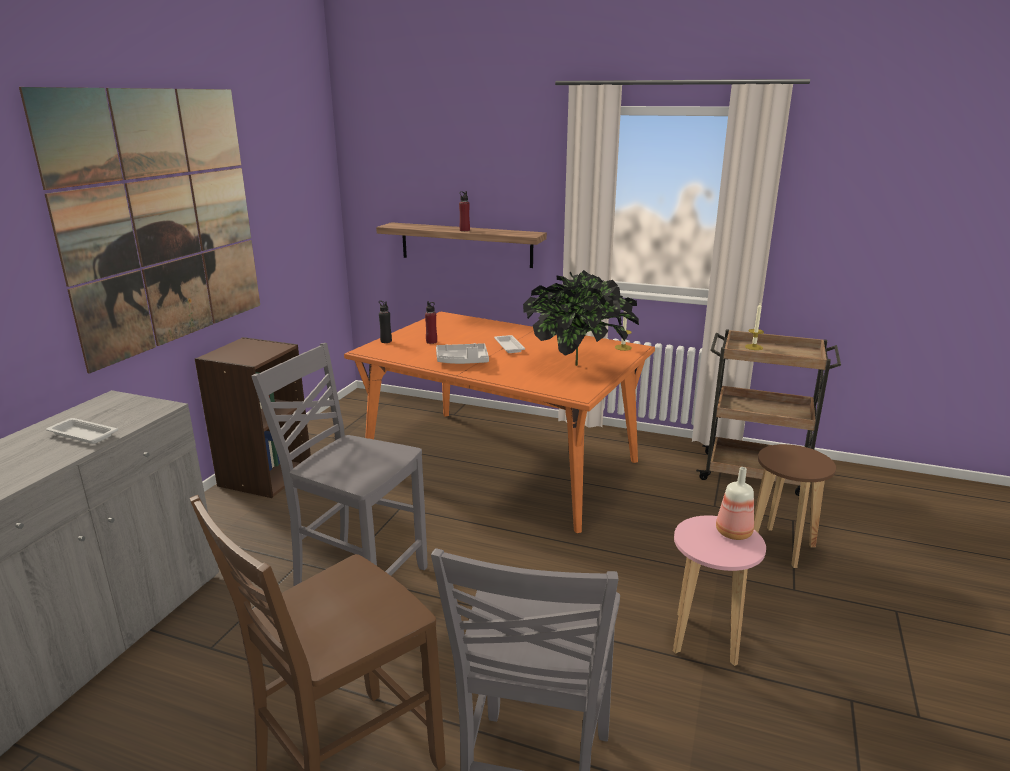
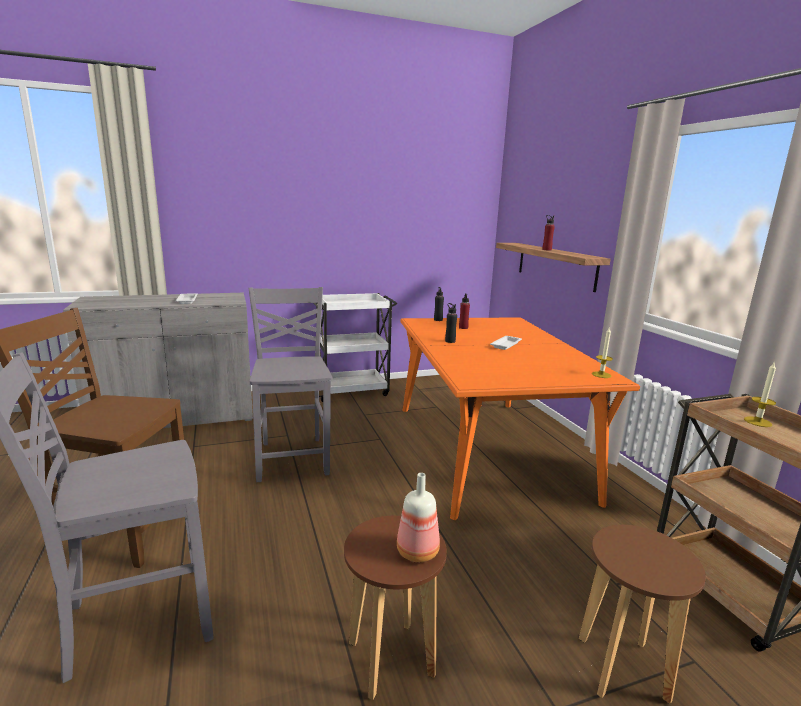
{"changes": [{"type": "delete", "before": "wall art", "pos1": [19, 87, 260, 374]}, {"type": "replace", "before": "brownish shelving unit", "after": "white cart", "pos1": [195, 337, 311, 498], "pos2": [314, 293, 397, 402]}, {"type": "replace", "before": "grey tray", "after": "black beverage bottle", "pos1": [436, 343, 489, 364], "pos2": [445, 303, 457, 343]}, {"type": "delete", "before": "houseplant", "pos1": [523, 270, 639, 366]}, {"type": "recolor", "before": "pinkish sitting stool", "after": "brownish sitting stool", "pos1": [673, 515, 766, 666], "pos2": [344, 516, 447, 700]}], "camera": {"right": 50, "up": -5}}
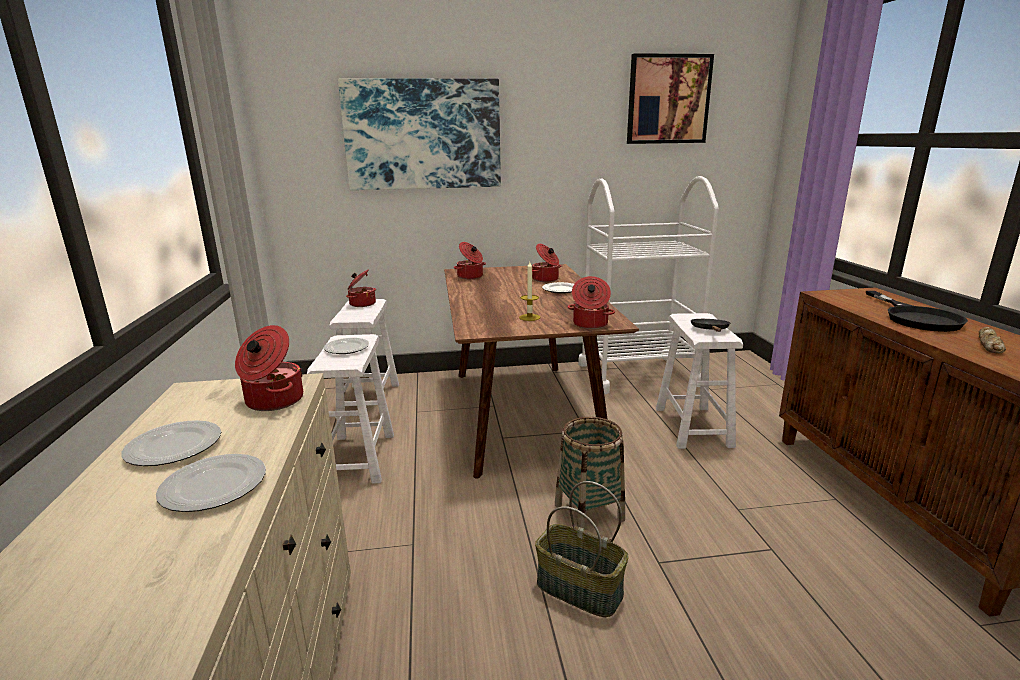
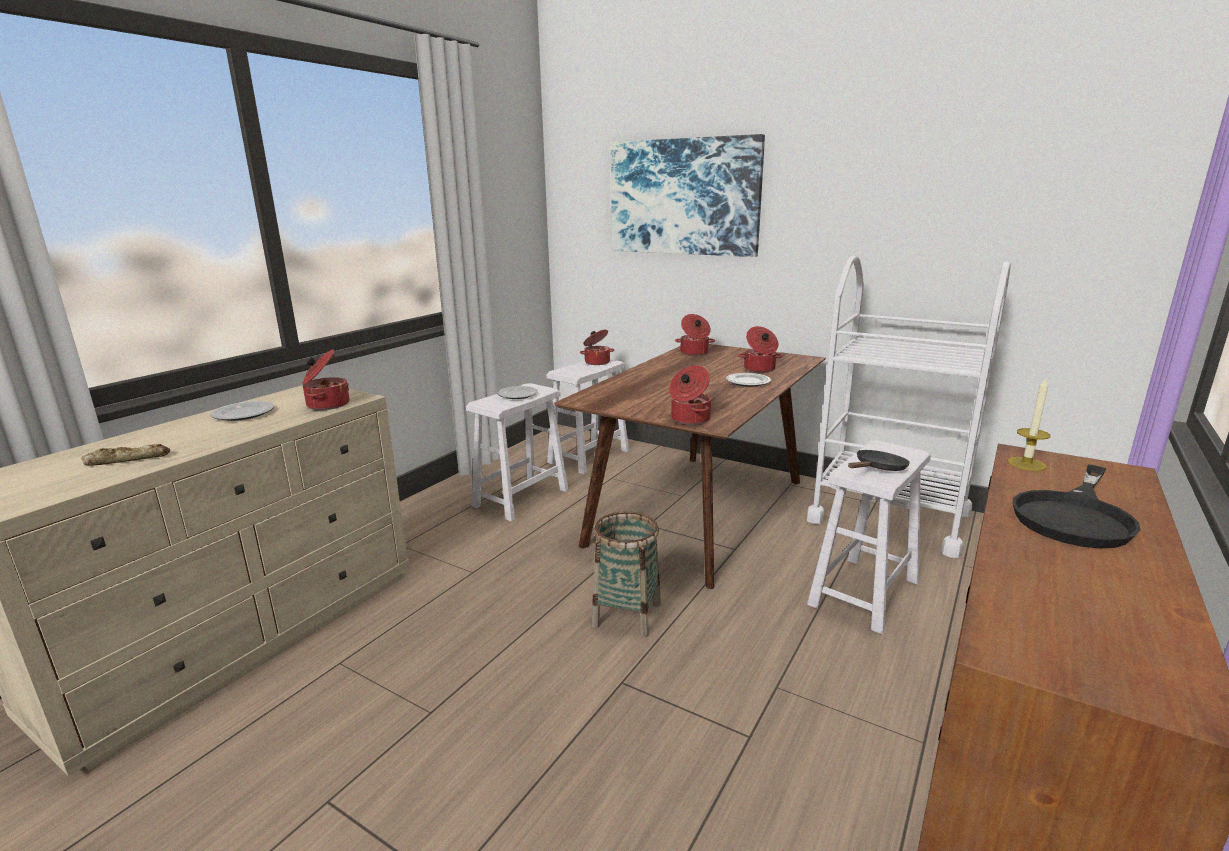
{"changes": [{"type": "delete", "before": "dinner plate", "pos1": [156, 454, 266, 512]}, {"type": "move", "before": "candle", "pos1": [519, 262, 541, 321], "pos2": [1008, 378, 1051, 471]}, {"type": "delete", "before": "storage basket", "pos1": [535, 481, 629, 617]}, {"type": "delete", "before": "wall art", "pos1": [627, 53, 714, 144]}, {"type": "move", "before": "bread", "pos1": [979, 327, 1006, 354], "pos2": [81, 444, 170, 466]}], "camera": {"right": 40, "up": 0}}
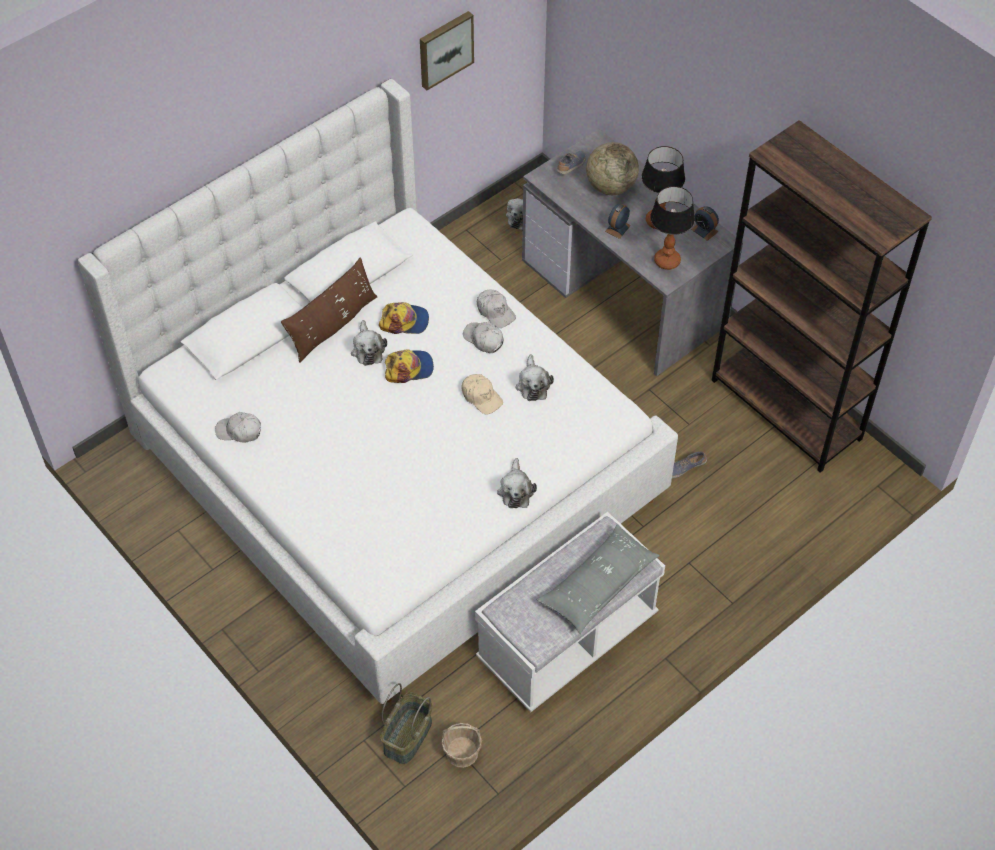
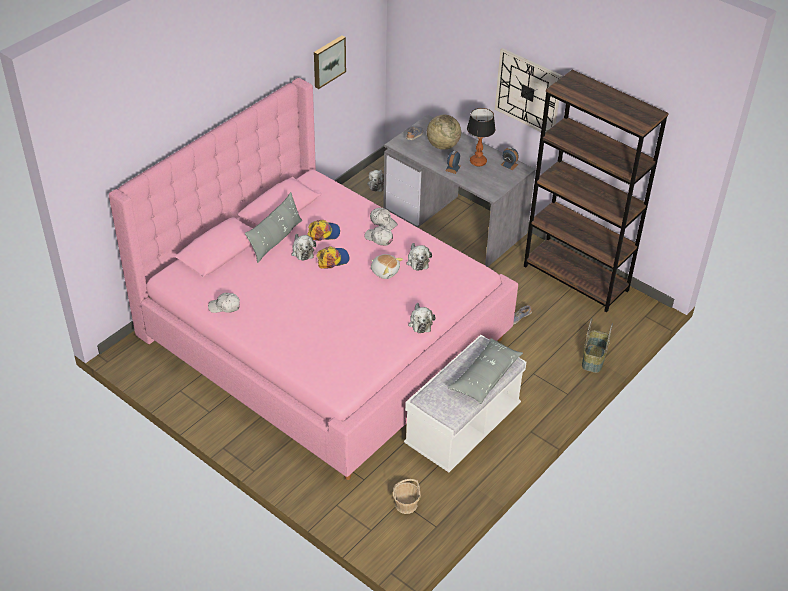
{"changes": [{"type": "recolor", "before": "white sleeping bed", "after": "pinkish sleeping bed", "pos1": [78, 79, 678, 704], "pos2": [109, 78, 518, 480]}, {"type": "recolor", "before": "brownish throw pillow", "after": "grey throw pillow", "pos1": [281, 257, 377, 363], "pos2": [245, 192, 302, 263]}, {"type": "move", "before": "storage basket", "pos1": [380, 683, 432, 764], "pos2": [582, 318, 613, 373]}, {"type": "replace", "before": "beige-coloured cap", "after": "cuddly toy", "pos1": [461, 374, 503, 415], "pos2": [371, 254, 403, 279]}, {"type": "delete", "before": "table lamp", "pos1": [650, 186, 695, 270]}, {"type": "insert", "after": "hanging clock", "pos2": [495, 48, 563, 132]}], "camera": {"right": -10, "up": -10}}
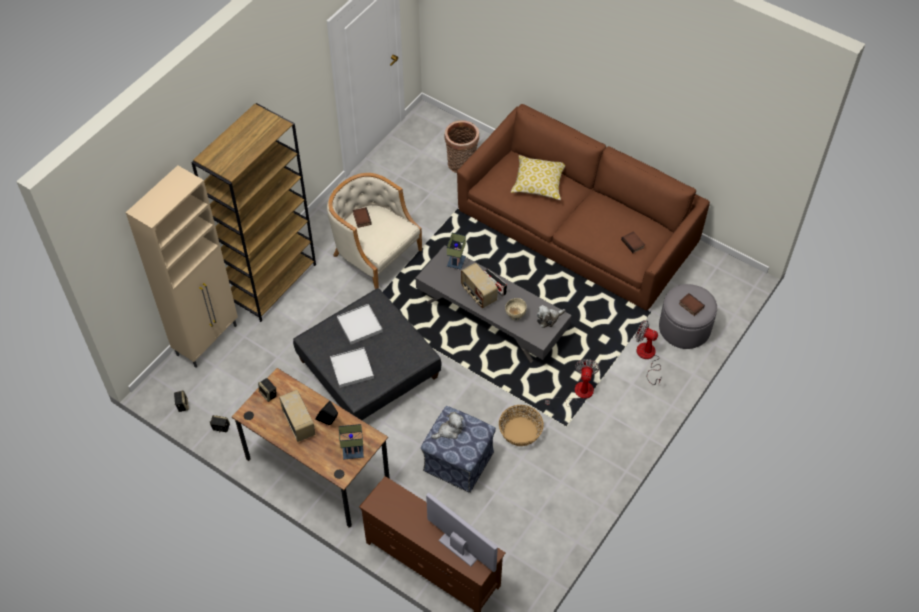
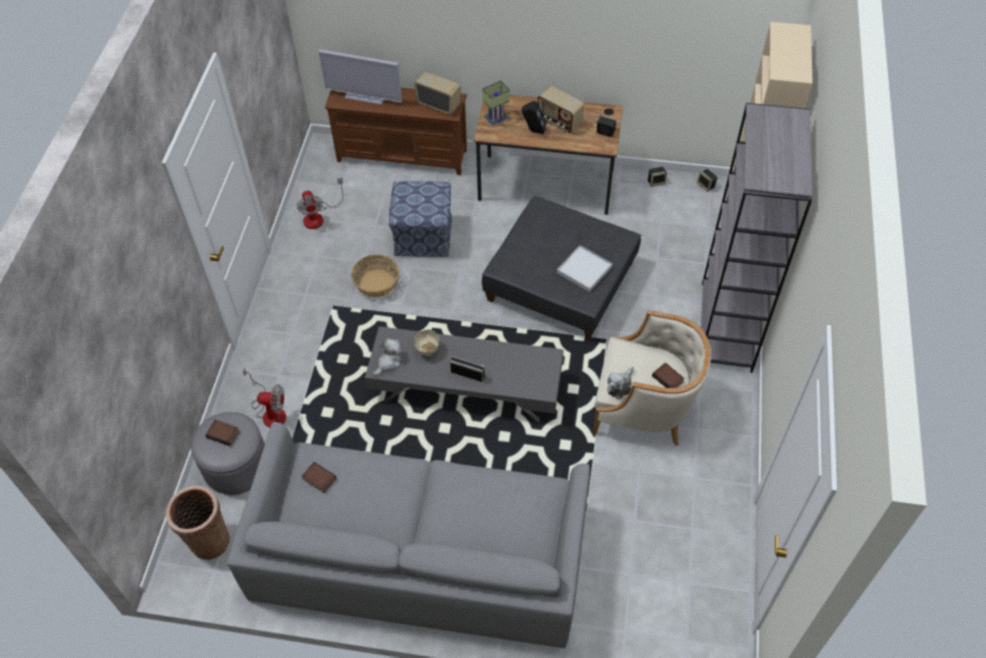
{"changes": [{"type": "recolor", "before": "brownish shelving unit", "after": "grey shelving unit", "pos1": [191, 103, 316, 322], "pos2": [701, 103, 812, 373]}, {"type": "delete", "before": "white tray", "pos1": [330, 347, 374, 388]}, {"type": "move", "before": "cuddly toy", "pos1": [431, 412, 464, 439], "pos2": [607, 367, 634, 399]}, {"type": "move", "before": "storage basket", "pos1": [444, 120, 479, 173], "pos2": [166, 485, 230, 560]}, {"type": "delete", "before": "table lamp", "pos1": [447, 233, 466, 270]}, {"type": "recolor", "before": "brownish settee", "after": "grey settee", "pos1": [457, 104, 710, 311], "pos2": [227, 422, 590, 648]}, {"type": "move", "before": "radio receiver", "pos1": [461, 263, 498, 308], "pos2": [414, 71, 461, 115]}, {"type": "delete", "before": "throw pillow", "pos1": [511, 155, 565, 200]}, {"type": "move", "before": "electric fan", "pos1": [545, 359, 600, 407], "pos2": [297, 178, 343, 229]}], "camera": {"right": 155, "up": 0}}
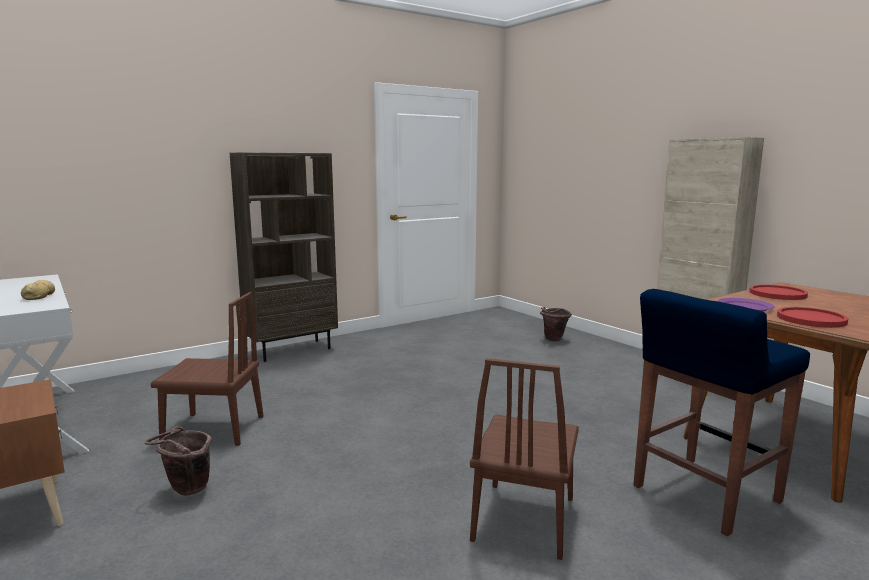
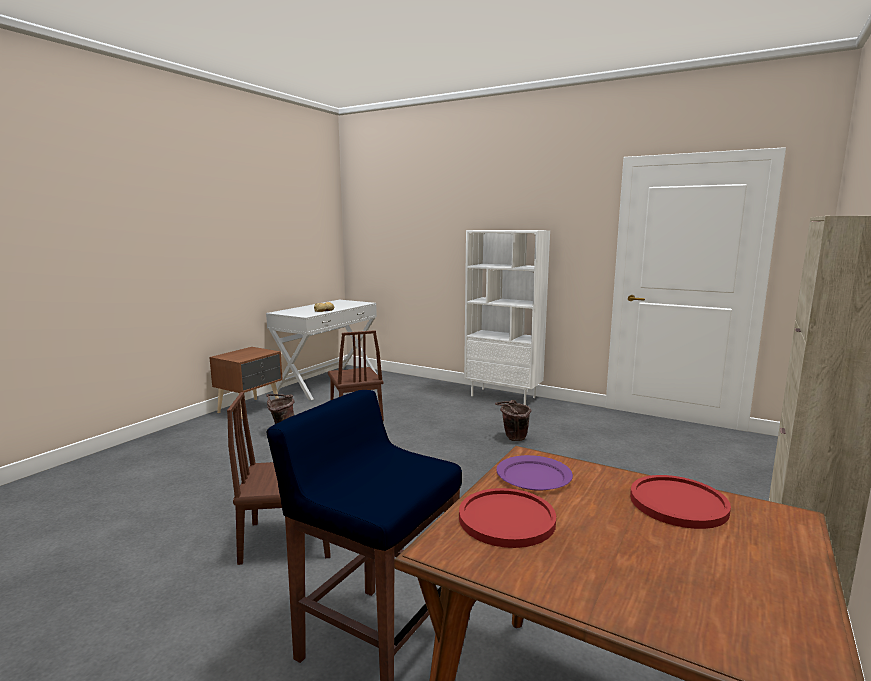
{"changes": [{"type": "recolor", "before": "brownish shelving unit", "after": "white shelving unit", "pos1": [230, 152, 338, 362], "pos2": [464, 230, 550, 405]}, {"type": "move", "before": "brownish water bucket", "pos1": [540, 307, 572, 341], "pos2": [495, 400, 532, 441]}], "camera": {"right": 65, "up": 0}}
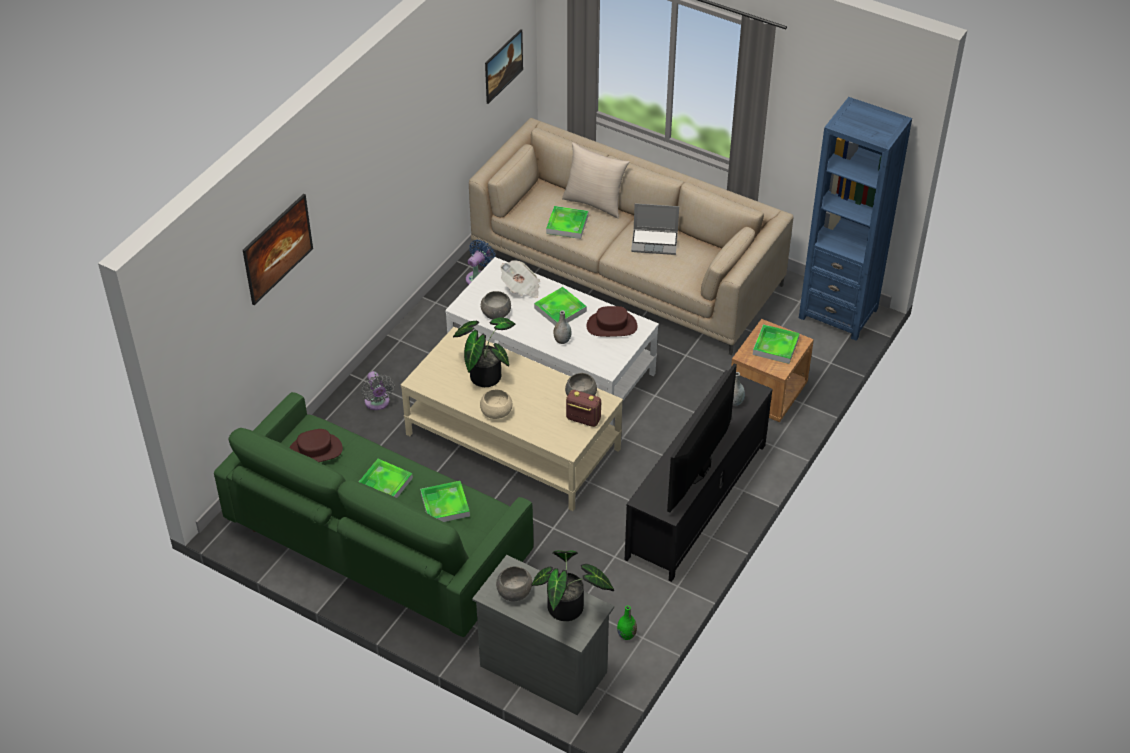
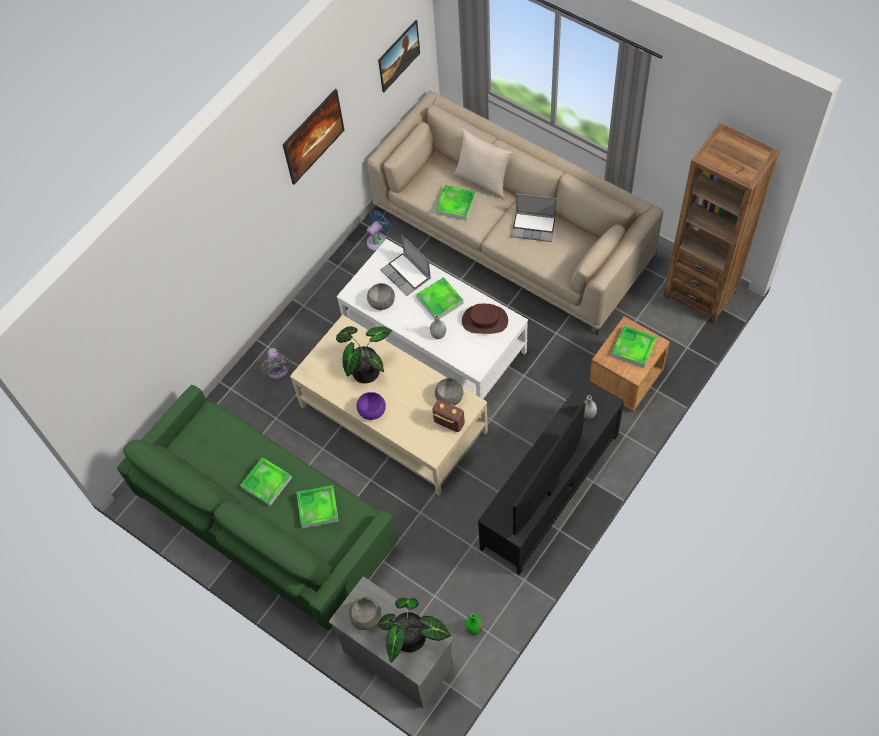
{"changes": [{"type": "move", "before": "wall art", "pos1": [243, 194, 313, 305], "pos2": [282, 89, 345, 184]}, {"type": "delete", "before": "brownish hat", "pos1": [290, 429, 343, 462]}, {"type": "recolor", "before": "beige-coloured serving bowl", "after": "purple-coloured serving bowl", "pos1": [480, 389, 512, 419], "pos2": [357, 392, 386, 420]}, {"type": "replace", "before": "daily paper", "after": "notebook computer", "pos1": [500, 260, 540, 298], "pos2": [380, 235, 431, 296]}, {"type": "recolor", "before": "blue-coloured shelving unit", "after": "brownish shelving unit", "pos1": [799, 97, 912, 341], "pos2": [663, 123, 779, 324]}], "camera": {"right": 10, "up": 15}}
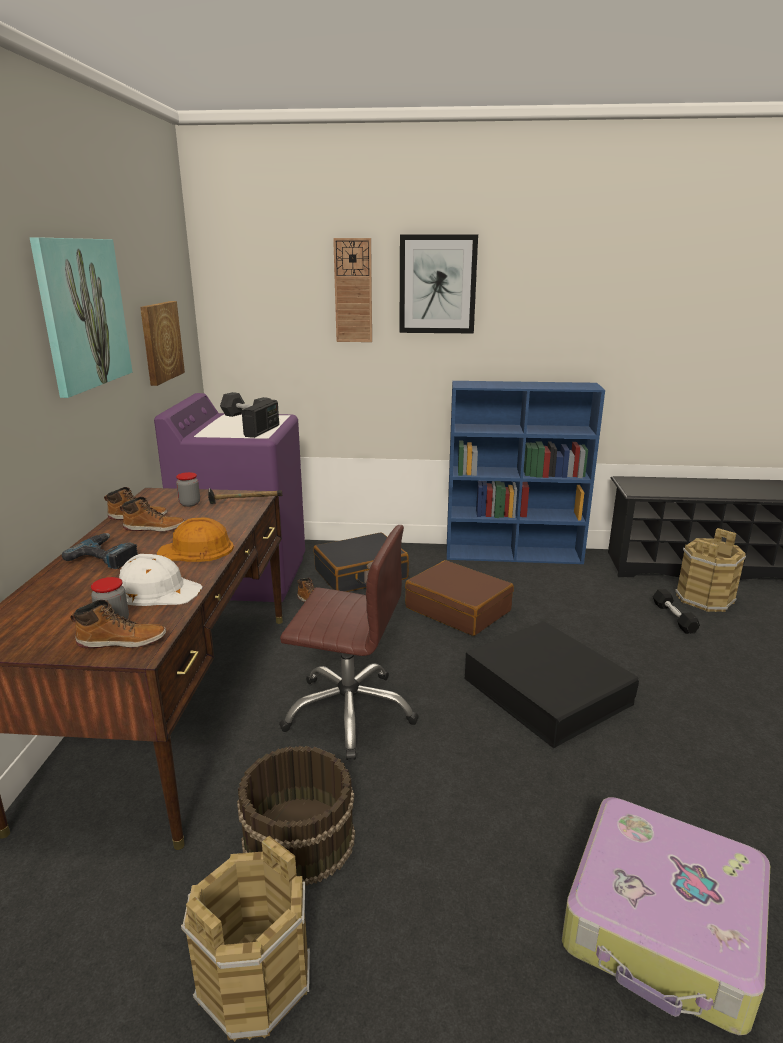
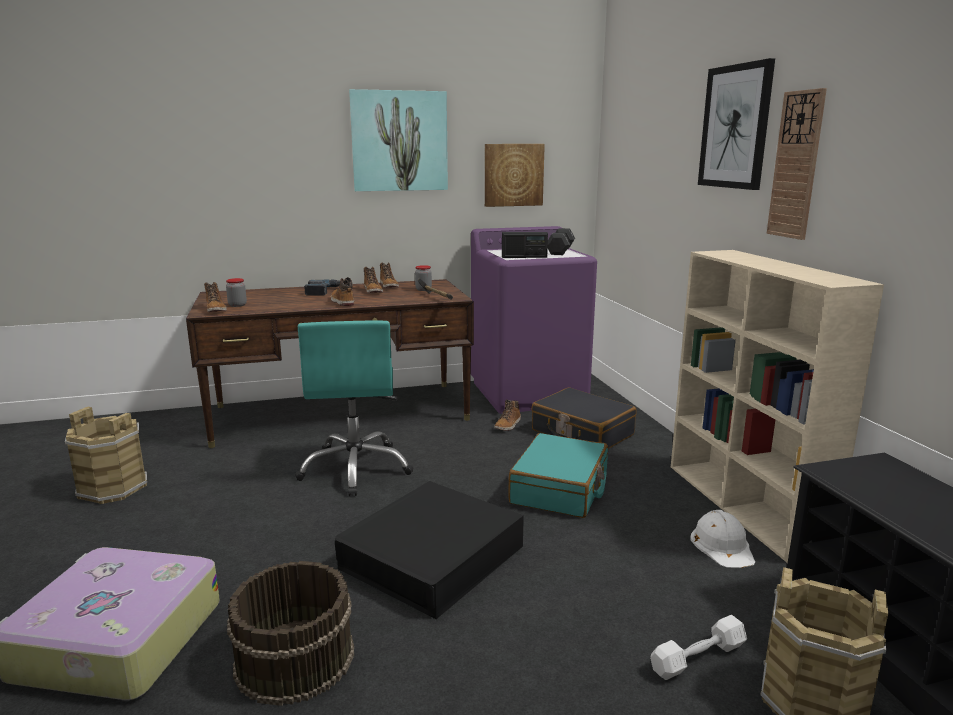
{"changes": [{"type": "move", "before": "white safety helmet", "pos1": [119, 554, 203, 606], "pos2": [690, 510, 755, 568]}, {"type": "replace", "before": "orangey safety helmet", "after": "high-top boot", "pos1": [157, 517, 234, 562], "pos2": [331, 277, 354, 306]}, {"type": "move", "before": "brownish water bucket", "pos1": [237, 746, 355, 886], "pos2": [227, 561, 354, 706]}, {"type": "recolor", "before": "brownish office chair", "after": "turquoise office chair", "pos1": [279, 525, 419, 760], "pos2": [295, 321, 414, 496]}, {"type": "move", "before": "hanging clock", "pos1": [333, 238, 372, 342], "pos2": [767, 88, 827, 240]}, {"type": "recolor", "before": "brownish piece of luggage", "after": "turquoise piece of luggage", "pos1": [405, 560, 514, 636], "pos2": [508, 433, 608, 518]}, {"type": "recolor", "before": "blue-coloured shelving unit", "after": "beige-coloured shelving unit", "pos1": [447, 381, 605, 564], "pos2": [671, 250, 884, 563]}, {"type": "recolor", "before": "black dumbbell", "after": "white dumbbell", "pos1": [653, 589, 700, 634], "pos2": [650, 615, 747, 680]}], "camera": {"right": 70, "up": -5}}
